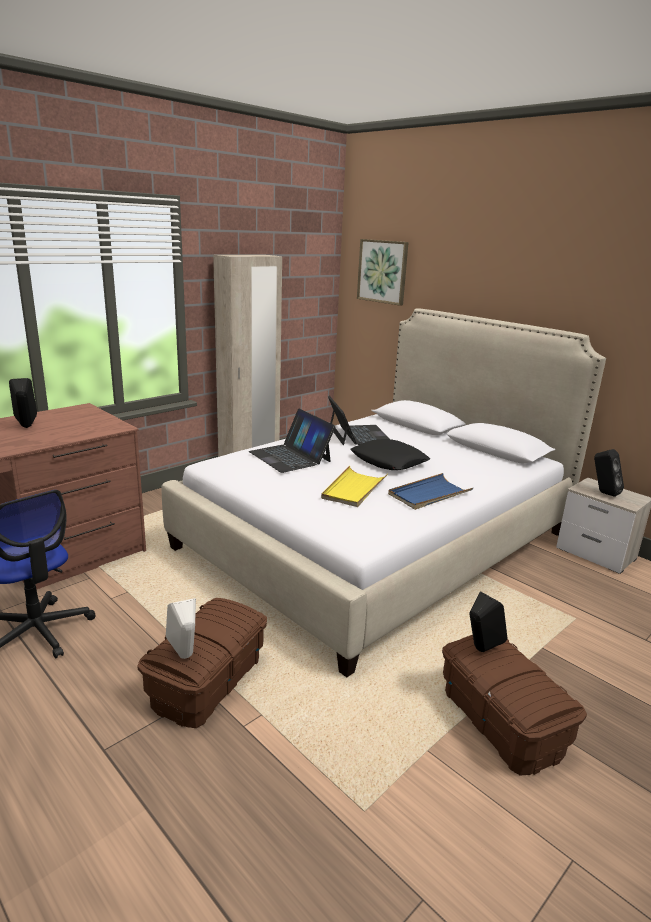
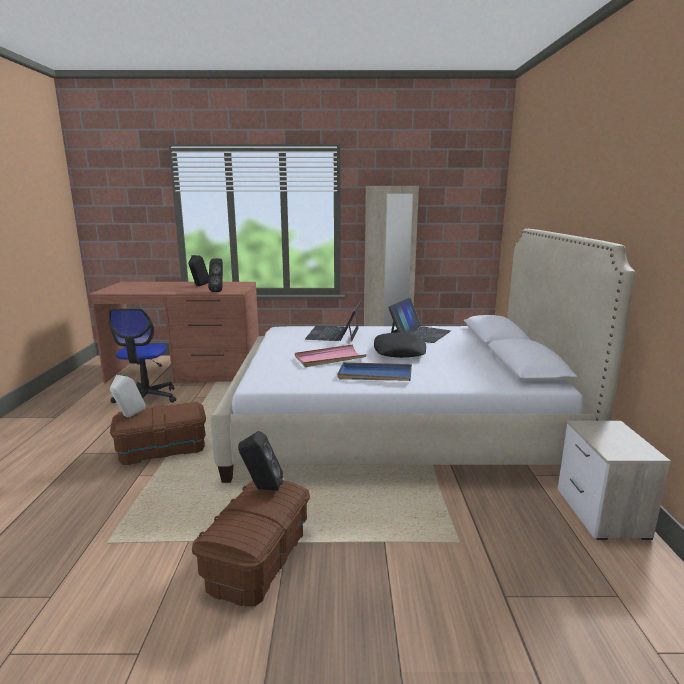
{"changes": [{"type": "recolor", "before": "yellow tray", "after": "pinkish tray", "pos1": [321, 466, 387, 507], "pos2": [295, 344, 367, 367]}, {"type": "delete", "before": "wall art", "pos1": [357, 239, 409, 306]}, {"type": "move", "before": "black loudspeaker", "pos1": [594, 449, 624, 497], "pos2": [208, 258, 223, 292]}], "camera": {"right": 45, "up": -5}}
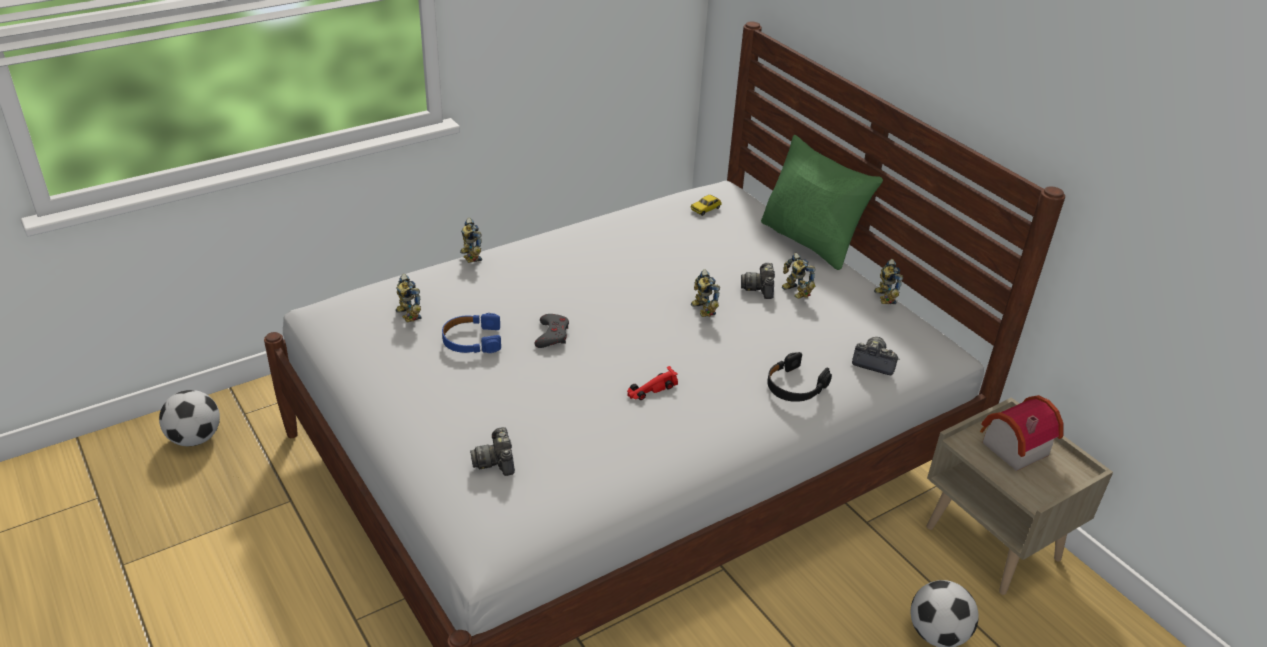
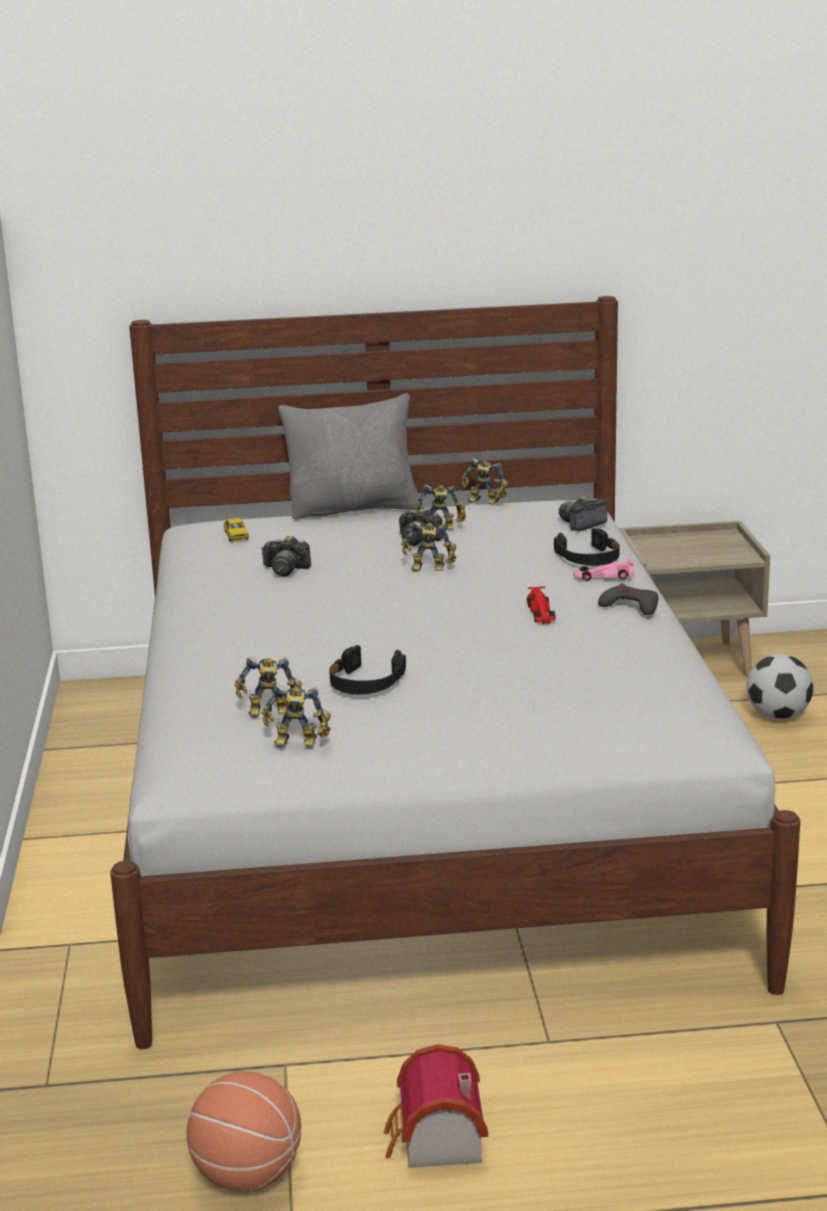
{"changes": [{"type": "delete", "before": "football", "pos1": [159, 390, 220, 446]}, {"type": "recolor", "before": "blue-coloured headphones", "after": "black headphones", "pos1": [442, 313, 501, 353], "pos2": [329, 645, 406, 695]}, {"type": "move", "before": "robot figure", "pos1": [460, 218, 482, 263], "pos2": [261, 684, 331, 748]}, {"type": "move", "before": "still camera", "pos1": [470, 427, 515, 476], "pos2": [261, 536, 311, 576]}, {"type": "move", "before": "grey joypad", "pos1": [535, 314, 569, 348], "pos2": [598, 584, 659, 615]}, {"type": "recolor", "before": "green-coloured throw pillow", "after": "grey throw pillow", "pos1": [761, 135, 883, 270], "pos2": [278, 393, 419, 520]}, {"type": "move", "before": "model house", "pos1": [980, 395, 1064, 471], "pos2": [384, 1044, 488, 1168]}, {"type": "insert", "after": "basketball", "pos2": [187, 1071, 301, 1192]}, {"type": "insert", "after": "pinkish model car", "pos2": [574, 557, 634, 581]}], "camera": {"right": -60, "up": -15}}
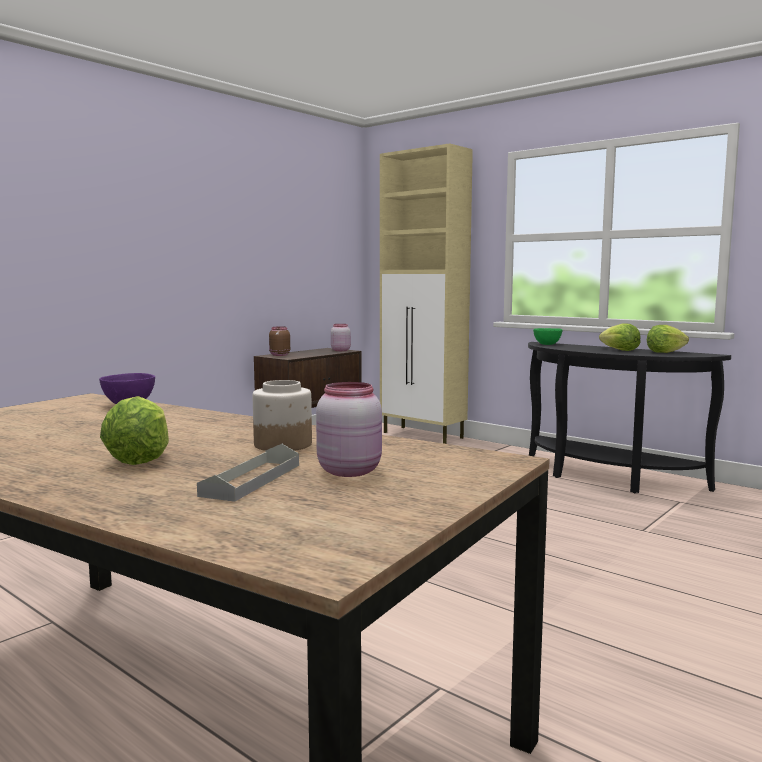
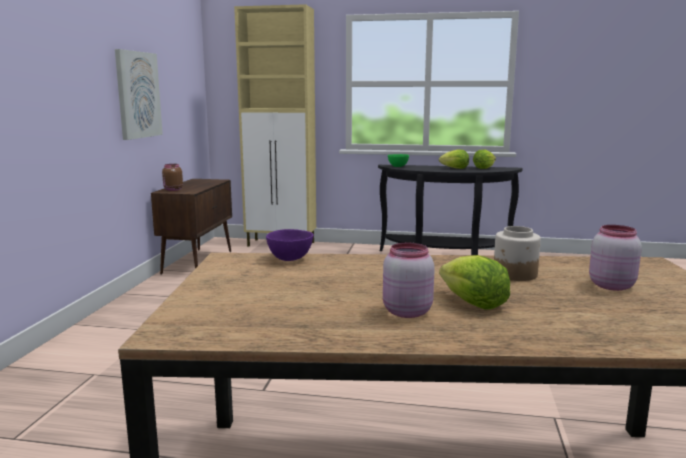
{"changes": [{"type": "delete", "before": "grey tray", "pos1": [197, 444, 299, 502]}, {"type": "move", "before": "pinkish preserve jar", "pos1": [331, 324, 351, 351], "pos2": [383, 243, 435, 318]}, {"type": "insert", "after": "wall art", "pos2": [115, 49, 163, 140]}], "camera": {"right": -30, "up": 5}}
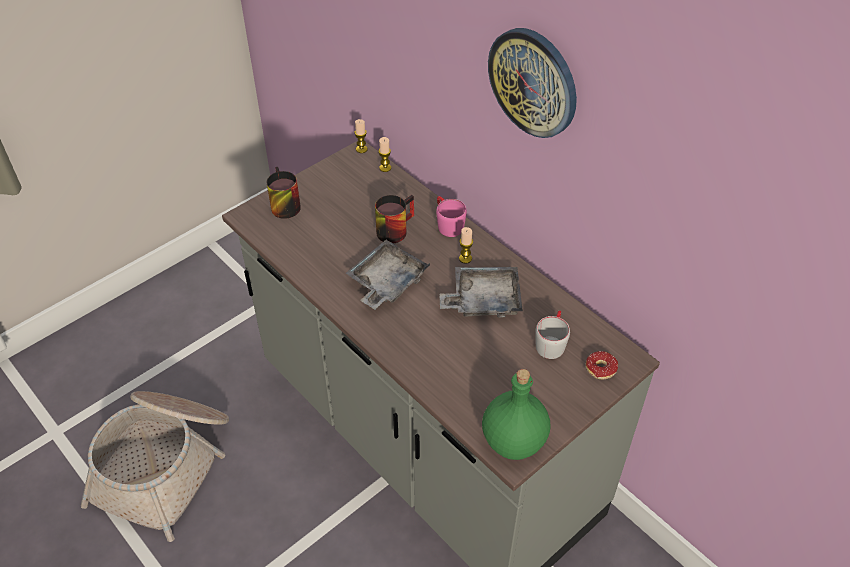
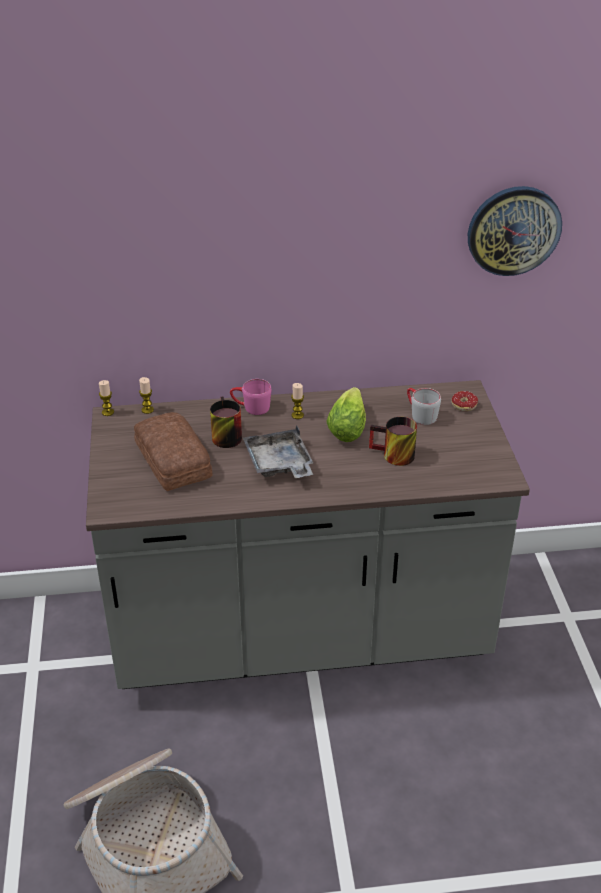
{"changes": [{"type": "move", "before": "tea mug", "pos1": [267, 167, 301, 219], "pos2": [369, 417, 417, 466]}, {"type": "replace", "before": "grey tray", "after": "head of lettuce", "pos1": [439, 267, 523, 318], "pos2": [326, 387, 366, 442]}, {"type": "delete", "before": "green-coloured beverage bottle", "pos1": [482, 369, 550, 460]}, {"type": "move", "before": "hanging clock", "pos1": [488, 28, 577, 138], "pos2": [468, 186, 562, 276]}, {"type": "insert", "after": "bread", "pos2": [134, 412, 213, 491]}], "camera": {"right": -55, "up": -10}}
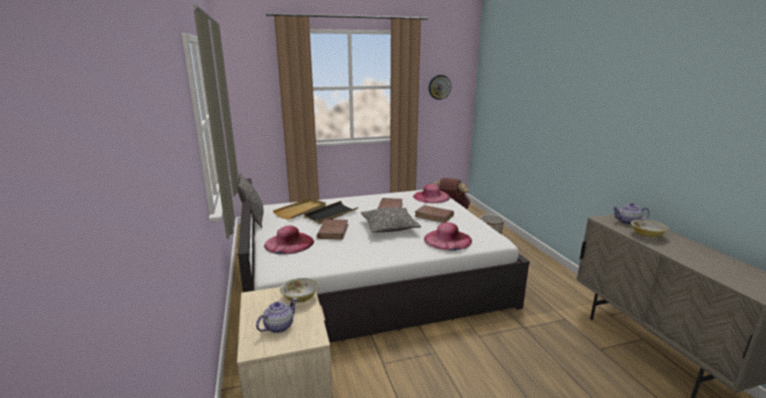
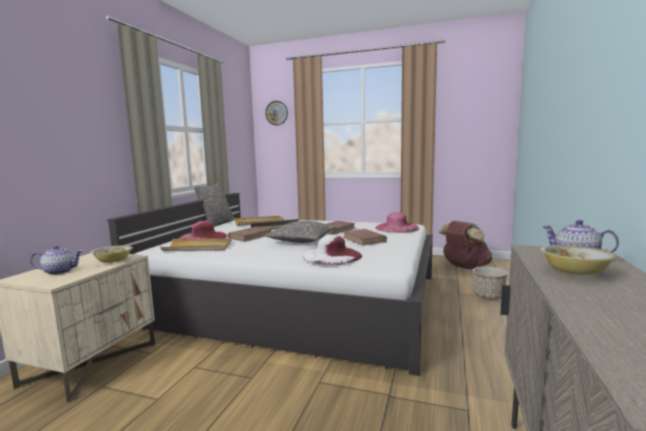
{"changes": [{"type": "recolor", "before": "pinkish hat", "after": "white hat", "pos1": [424, 222, 472, 251], "pos2": [303, 234, 362, 265]}, {"type": "move", "before": "hanging clock", "pos1": [429, 75, 451, 100], "pos2": [265, 101, 288, 126]}, {"type": "insert", "after": "beige-coloured tray", "pos2": [160, 238, 232, 251]}], "camera": {"right": 35, "up": -10}}
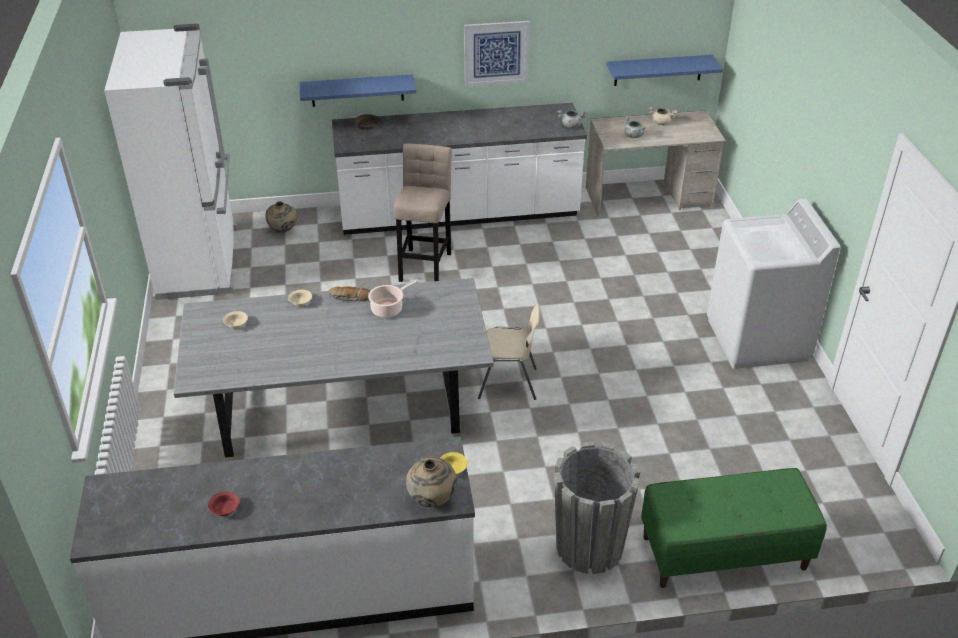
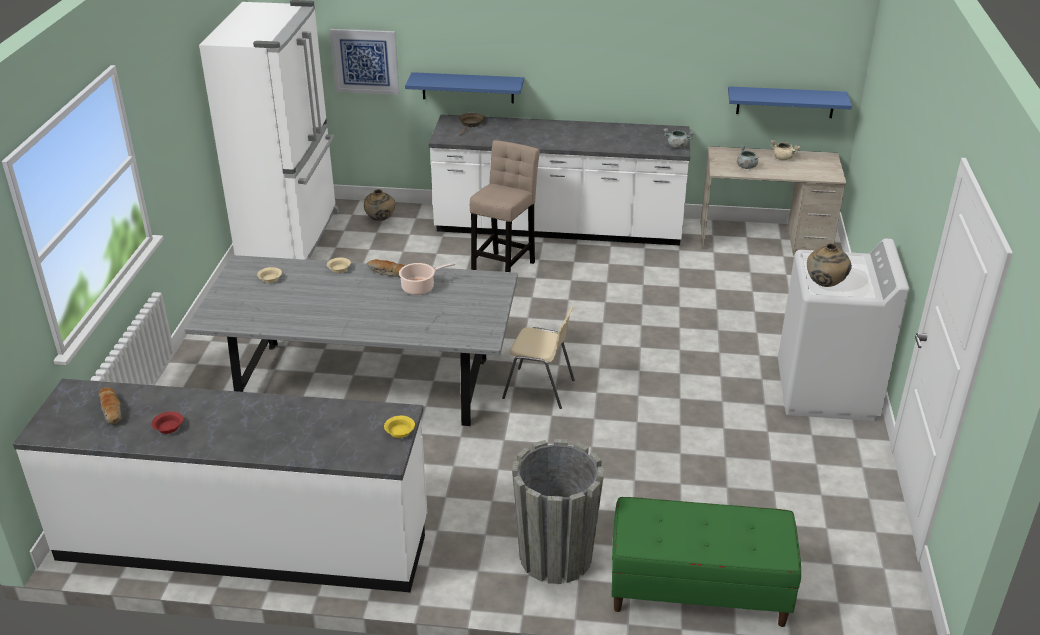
{"changes": [{"type": "move", "before": "beige-coloured decorative vase", "pos1": [406, 457, 457, 507], "pos2": [807, 243, 852, 287]}, {"type": "move", "before": "wall art", "pos1": [464, 21, 530, 87], "pos2": [330, 29, 399, 95]}, {"type": "insert", "after": "bread", "pos2": [99, 387, 122, 425]}], "camera": {"right": 15, "up": -5}}
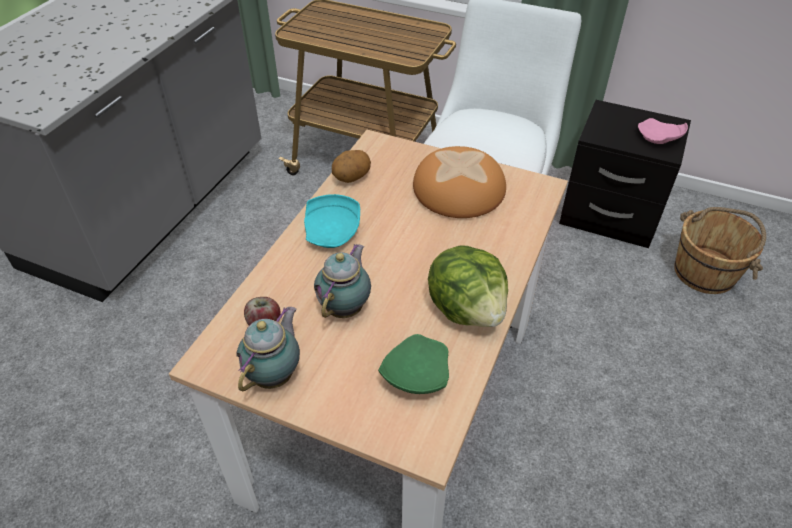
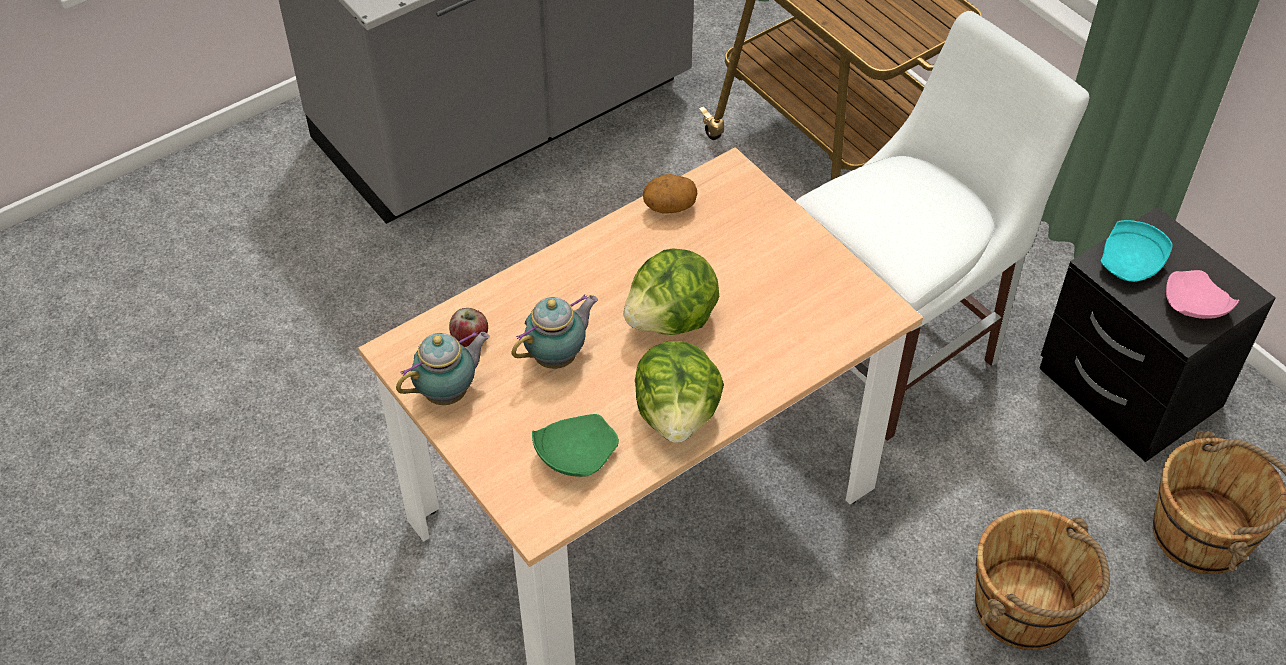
{"changes": [{"type": "move", "before": "turquoise dinner plate", "pos1": [304, 194, 360, 248], "pos2": [1101, 220, 1173, 282]}, {"type": "delete", "before": "bread", "pos1": [413, 146, 506, 218]}, {"type": "insert", "after": "head of lettuce", "pos2": [623, 248, 719, 335]}, {"type": "insert", "after": "brownish water bucket", "pos2": [975, 509, 1110, 650]}], "camera": {"right": 30, "up": 5}}
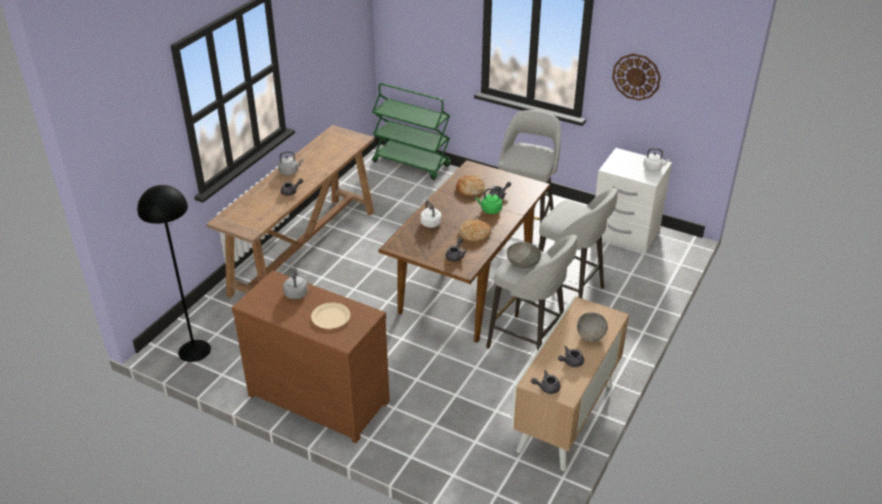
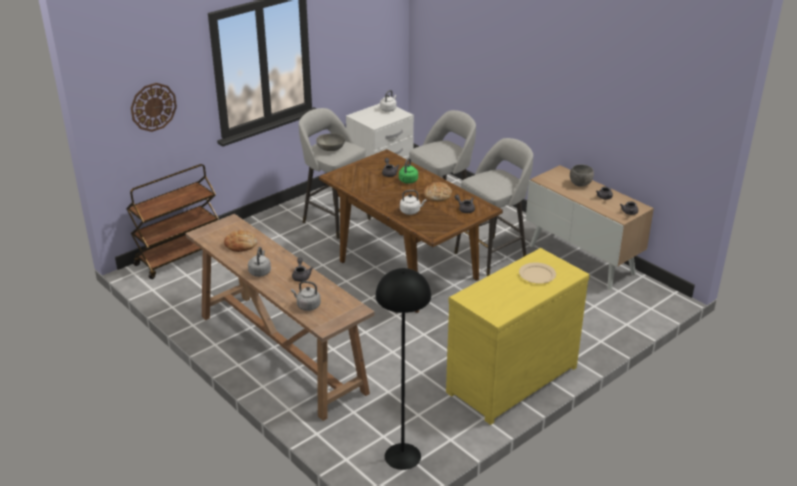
{"changes": [{"type": "recolor", "before": "brownish drawer chest", "after": "yellow drawer chest", "pos1": [232, 270, 390, 443], "pos2": [446, 248, 590, 425]}, {"type": "move", "before": "grey tea kettle", "pos1": [283, 268, 308, 299], "pos2": [291, 281, 321, 311]}, {"type": "recolor", "before": "green-coloured cart", "after": "brownish cart", "pos1": [372, 83, 451, 180], "pos2": [126, 164, 219, 279]}, {"type": "move", "before": "bread", "pos1": [456, 175, 485, 196], "pos2": [224, 230, 257, 252]}, {"type": "move", "before": "grey serving bowl", "pos1": [507, 242, 542, 269], "pos2": [316, 133, 345, 151]}, {"type": "move", "before": "hanging clock", "pos1": [612, 53, 661, 101], "pos2": [131, 83, 177, 132]}], "camera": {"right": -70, "up": -5}}
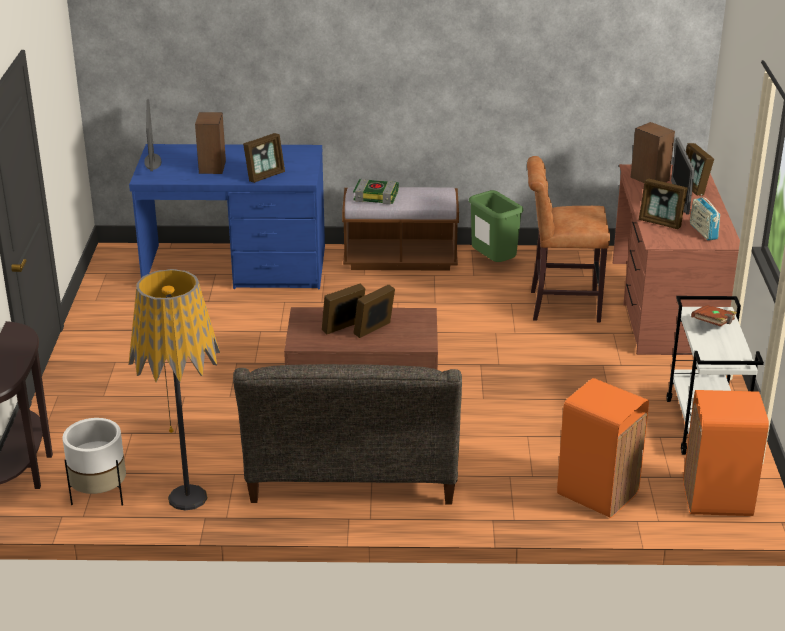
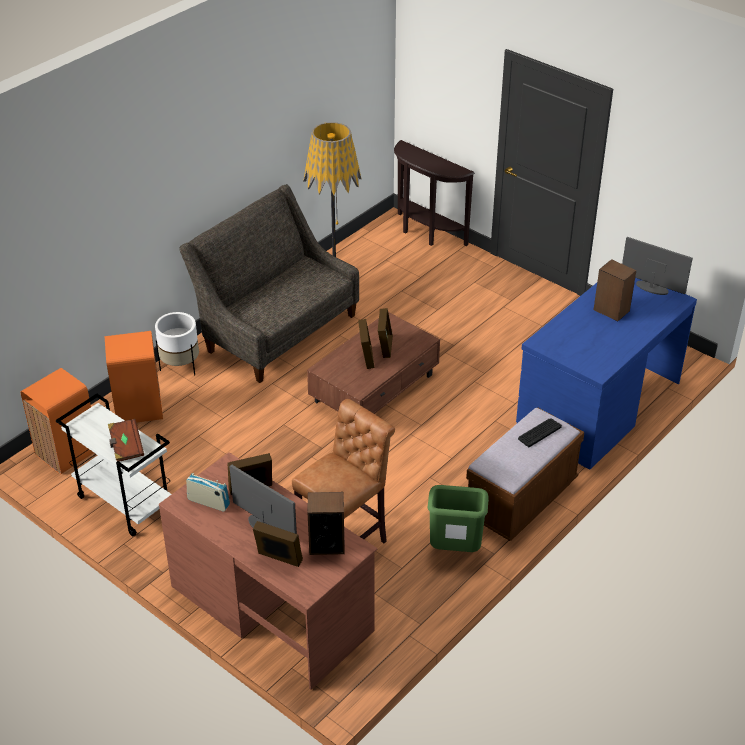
{"changes": [{"type": "move", "before": "white planter", "pos1": [63, 418, 126, 506], "pos2": [155, 312, 199, 375]}, {"type": "delete", "before": "standing frame", "pos1": [243, 133, 285, 183]}, {"type": "replace", "before": "book", "after": "keyboard", "pos1": [353, 179, 399, 205], "pos2": [518, 418, 562, 447]}], "camera": {"right": 130, "up": 10}}
